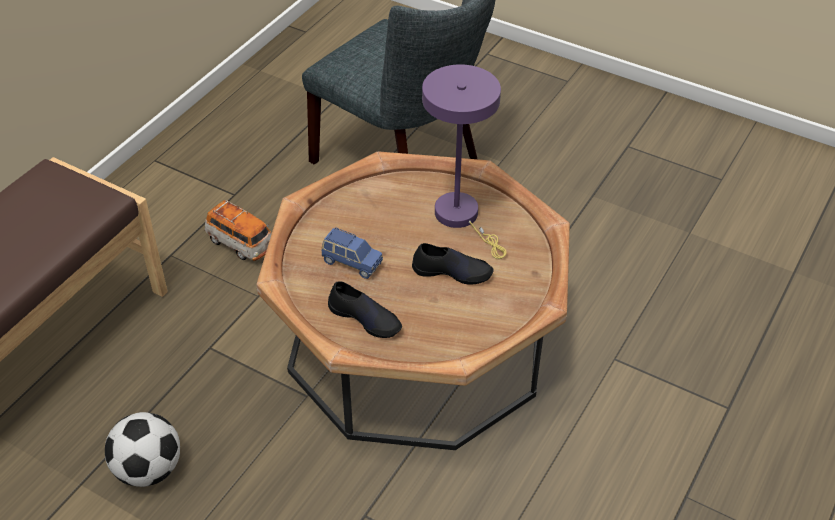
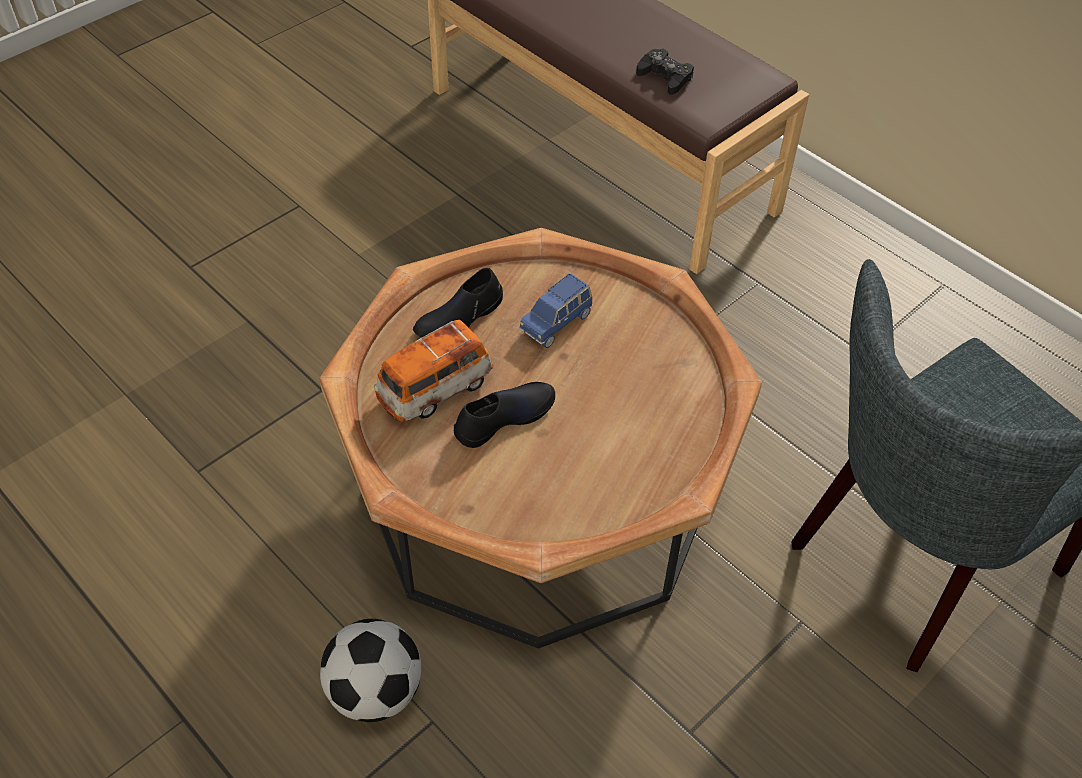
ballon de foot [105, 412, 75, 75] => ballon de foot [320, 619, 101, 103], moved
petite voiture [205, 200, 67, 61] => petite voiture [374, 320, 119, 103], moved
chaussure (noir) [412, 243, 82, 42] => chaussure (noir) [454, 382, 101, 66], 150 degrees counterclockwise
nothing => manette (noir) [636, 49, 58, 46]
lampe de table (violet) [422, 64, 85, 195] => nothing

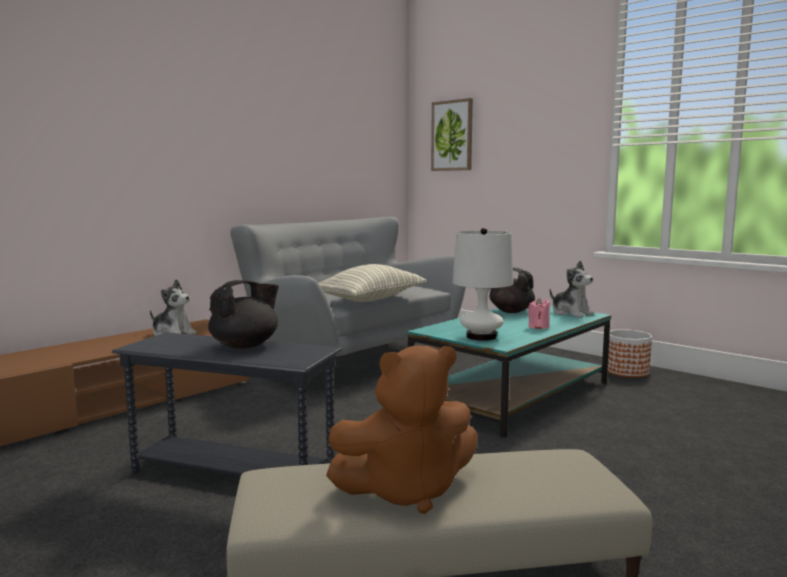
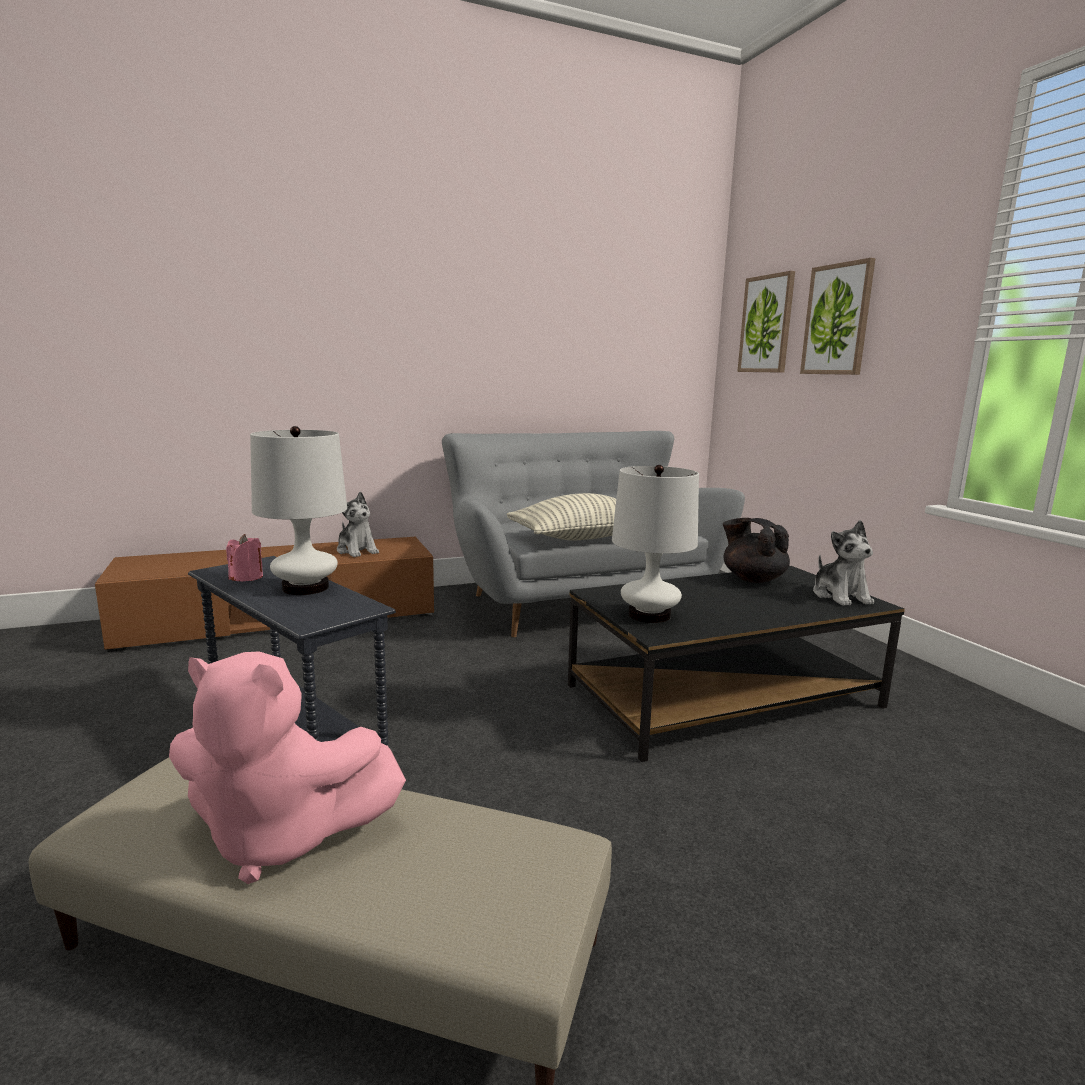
peluche (marron) [326, 345, 152, 169] => peluche (rose) [169, 652, 237, 232]
bougie (rose) [528, 298, 22, 31] => bougie (rose) [226, 534, 37, 47], moved
théière (noir) [208, 280, 71, 69] => lampe de table (blanc) [250, 426, 97, 169]
table basse (turquoise) [407, 306, 204, 132] => table basse (noir) [568, 566, 337, 196]
nothing => tableau [800, 258, 76, 117]
cache-pot [607, 329, 45, 49] => nothing

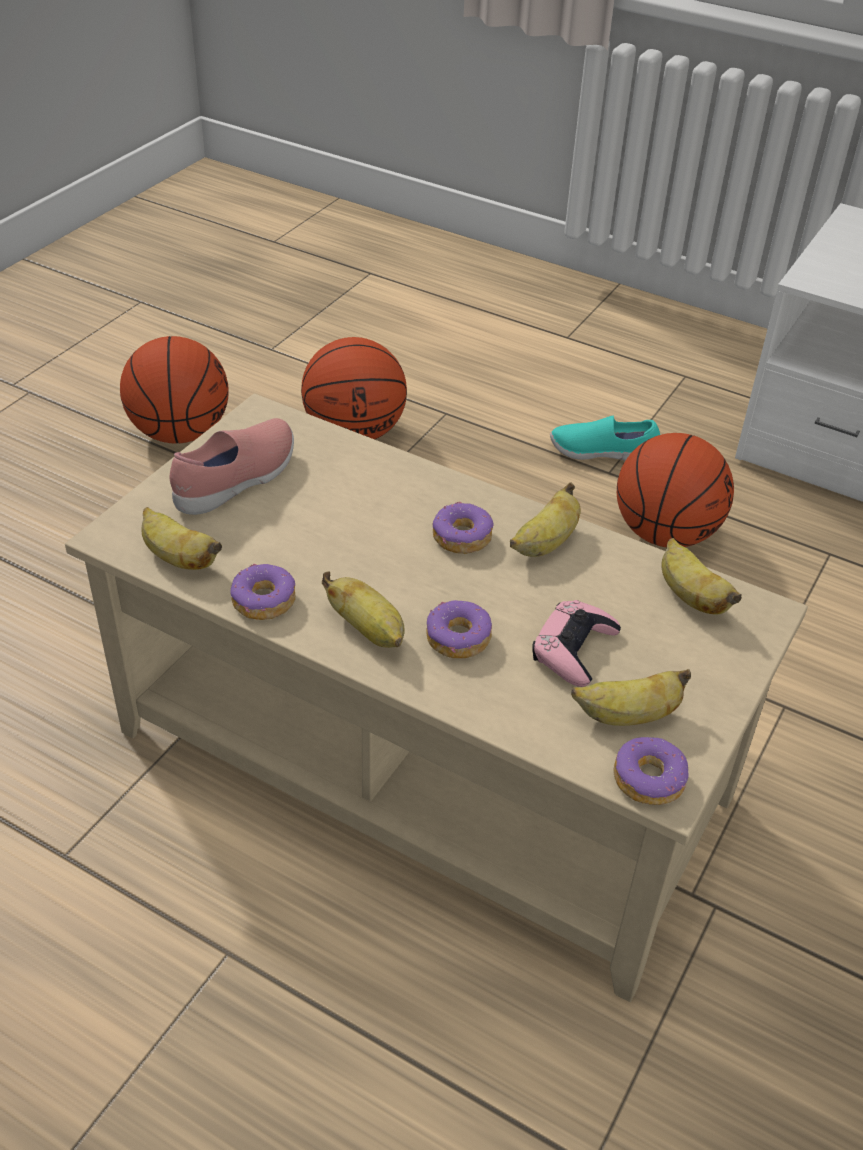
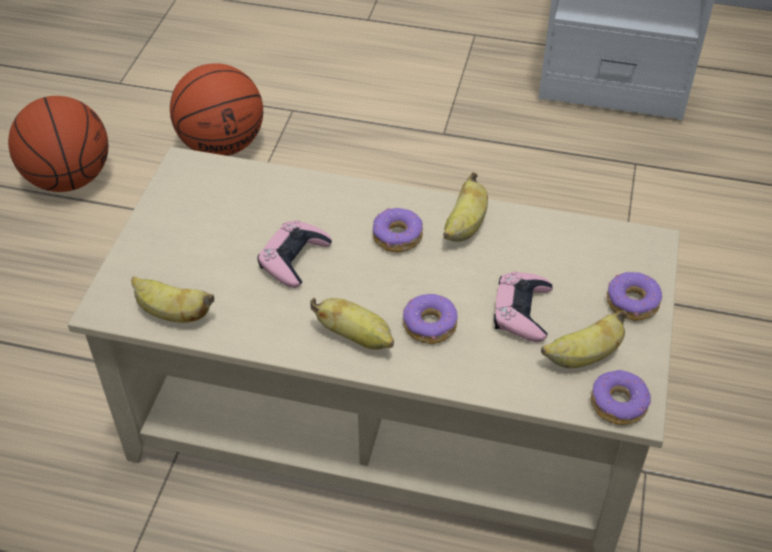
nothing => manette (rose) [257, 220, 75, 68]
beignet [230, 564, 66, 56] => beignet [607, 272, 55, 49], moved
chaussure (rose) [170, 418, 124, 97] => nothing
chaussure (turquoise) [550, 416, 110, 45] => nothing
ballon de basket [617, 433, 117, 114] => nothing
banane [661, 538, 81, 76] => nothing

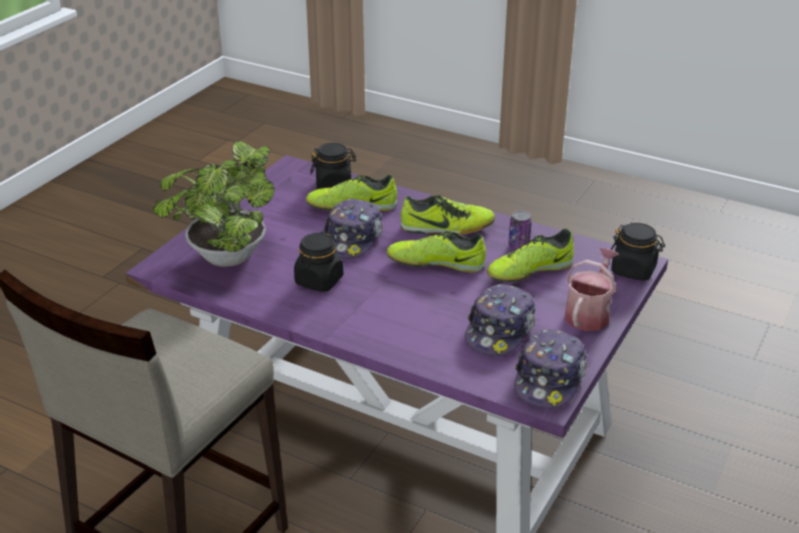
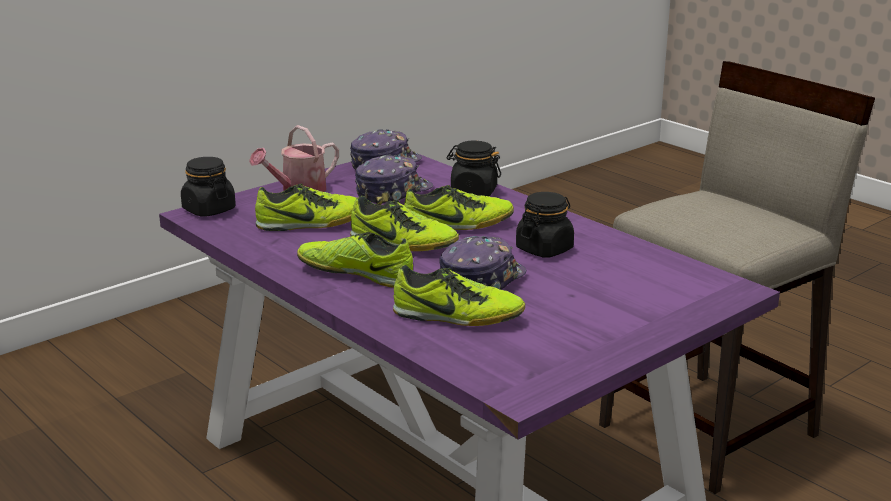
nothing => chaussure [404, 185, 110, 45]
bocal (noir) [310, 143, 46, 46] => bocal (noir) [446, 141, 55, 55], moved
plante en pot [153, 141, 122, 126] => nothing
boîte métallique [508, 211, 24, 39] => nothing

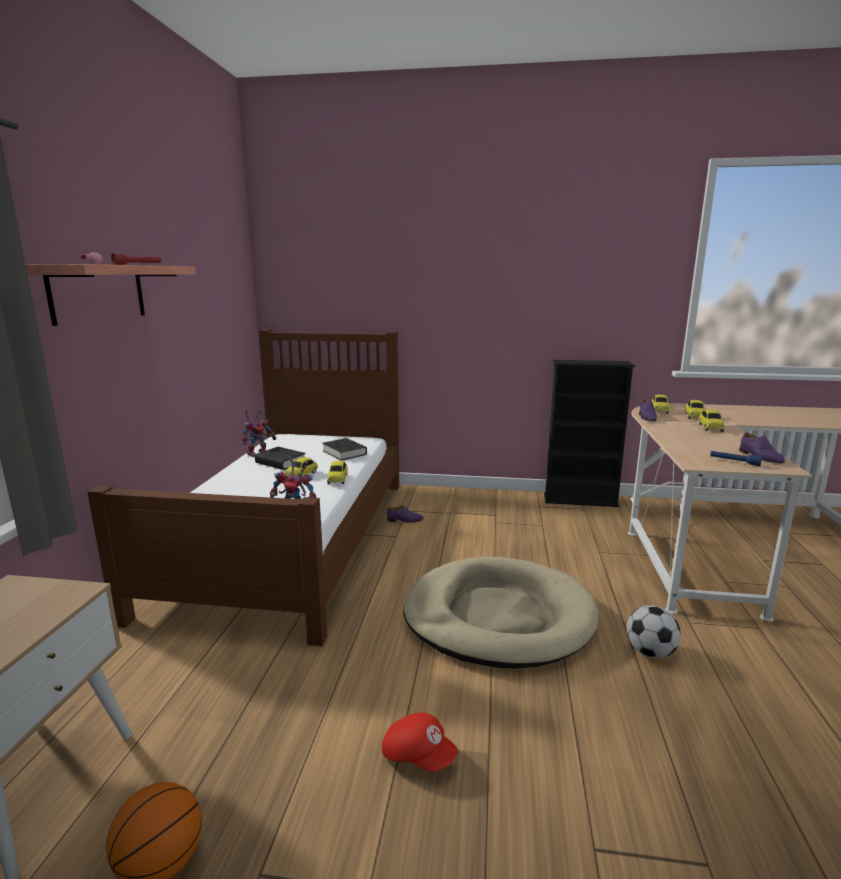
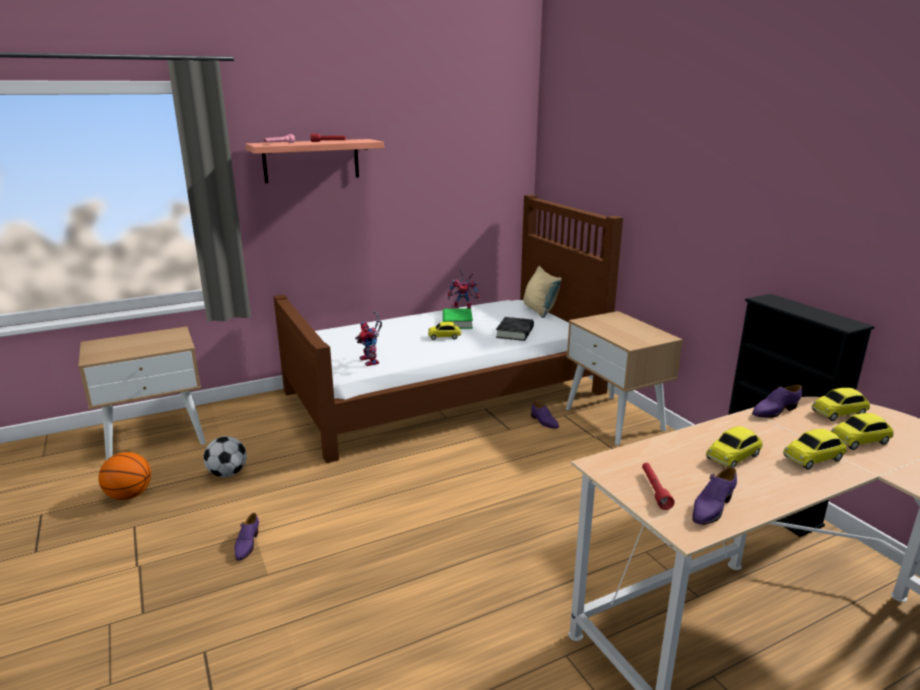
ballon de foot [627, 605, 54, 53] => ballon de foot [203, 436, 44, 41], moved
casquette (rouge) [382, 712, 76, 60] => chaussure (violet) [234, 513, 25, 48]
livre (noir) [255, 447, 51, 23] => livre (vert) [443, 308, 30, 21]
nothing => coussin (beige) [523, 266, 39, 52]
nothing => table de chevet (beige) [566, 311, 117, 134]
lampe de poche (bleu) [710, 451, 52, 15] => lampe de poche (rouge) [642, 463, 33, 47]
petite voiture [327, 461, 21, 23] => petite voiture [706, 426, 56, 42], moved
panier pour chien (beige) [403, 557, 195, 112] => nothing

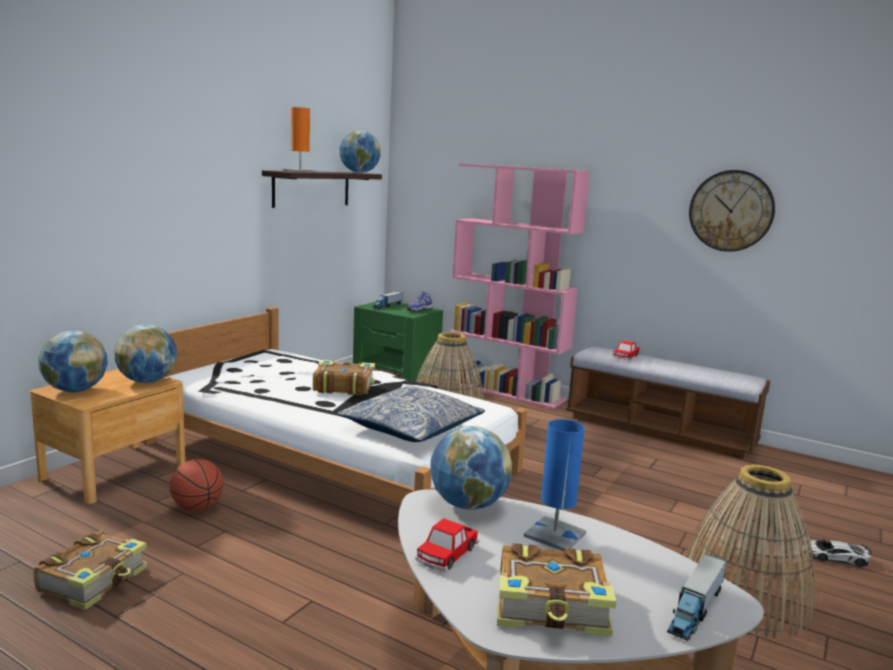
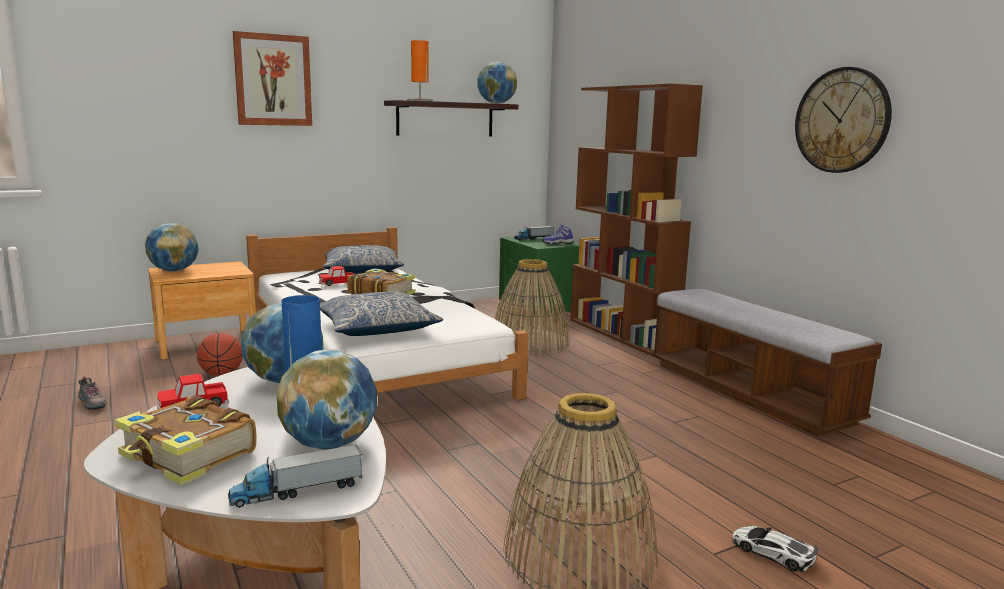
livre [34, 531, 114, 79] => chaussure [78, 376, 29, 34]
nothing => tableau [233, 31, 79, 95]
globe [114, 325, 63, 58] => globe [277, 349, 100, 101], moved
petite voiture [612, 340, 28, 20] => petite voiture [319, 266, 35, 20], moved
nothing => coussin [323, 245, 81, 29]
bibliothèque (rose) [449, 163, 141, 246] => bibliothèque (marron) [570, 84, 133, 272]

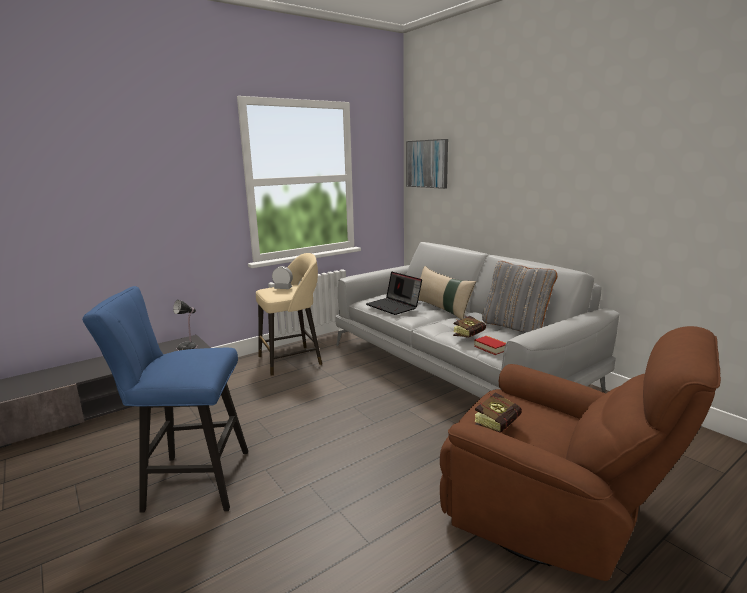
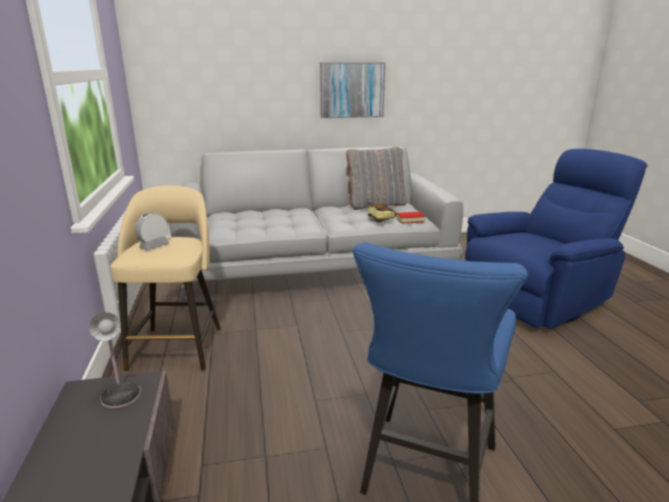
tableau [406, 139, 42, 50] => tableau [320, 62, 65, 56], moved
fauteuil (marron) [440, 326, 281, 255] => fauteuil (bleu) [465, 149, 183, 180]
ordinateur portable [366, 271, 56, 44] => nothing
coussin (beige) [418, 266, 58, 54] => nothing
livre [475, 392, 47, 41] => nothing

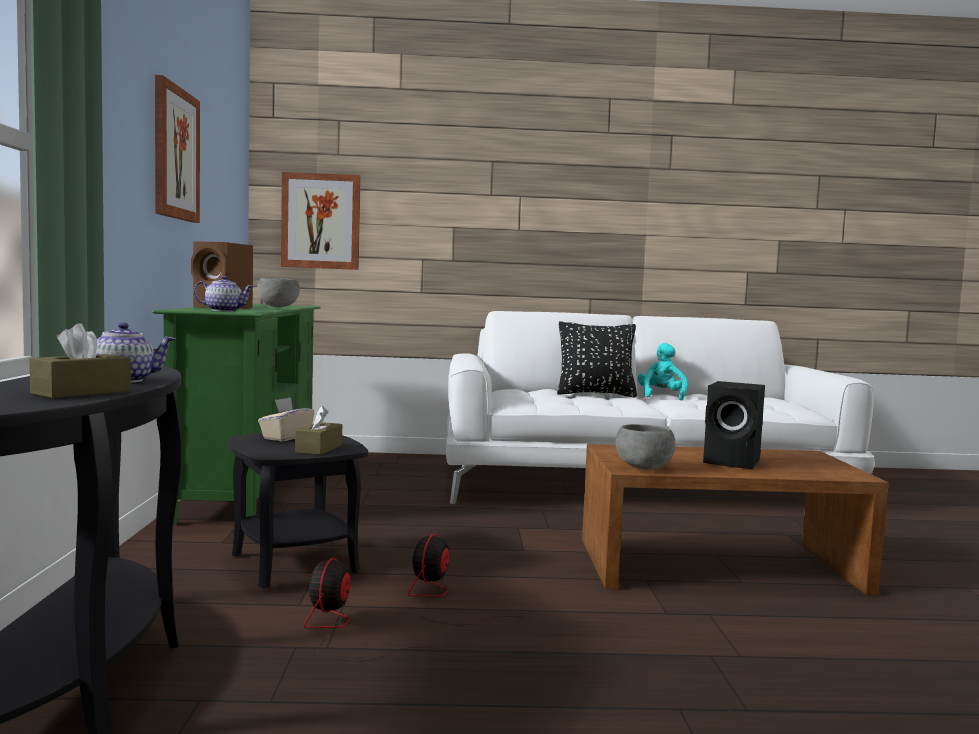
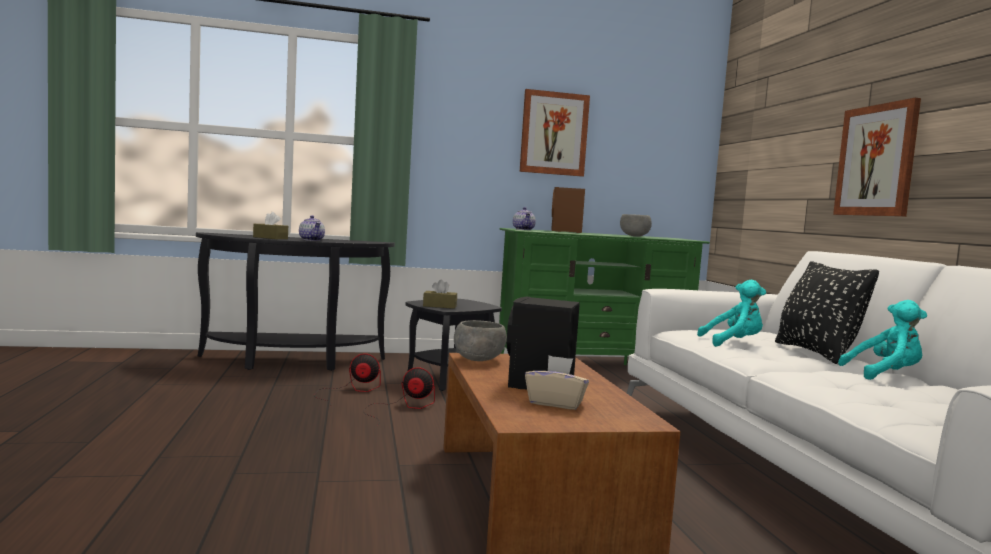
boîte à mouchoirs (beige) [258, 397, 57, 44] => boîte à mouchoirs (beige) [525, 355, 64, 55], moved
nothing => peluche (turquoise) [697, 280, 69, 67]
tableau [281, 172, 80, 98] => tableau [833, 98, 88, 119], moved

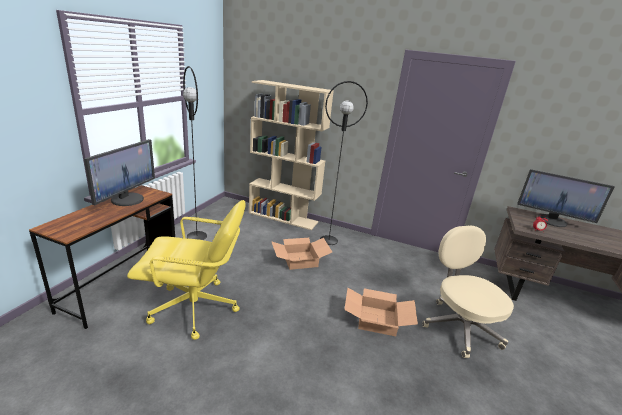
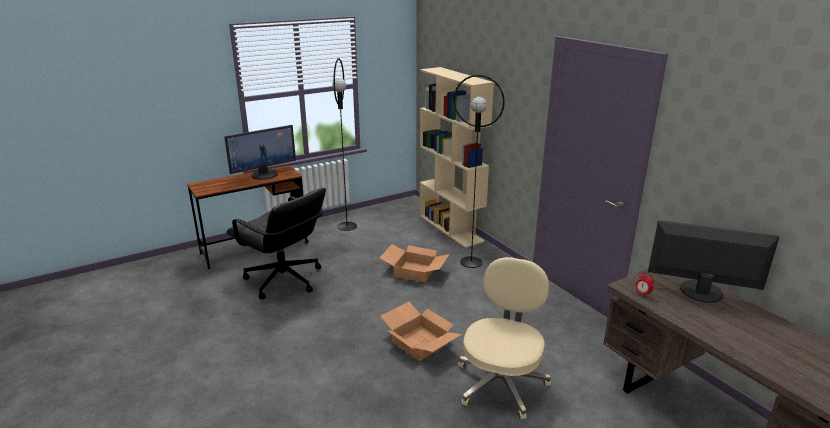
chaise de bureau (jaune) [127, 200, 119, 140] => chaise de bureau (noir) [226, 188, 100, 111]
écran d'ordinateur [517, 169, 98, 58] => écran d'ordinateur [648, 220, 132, 83], 135 degrees clockwise

